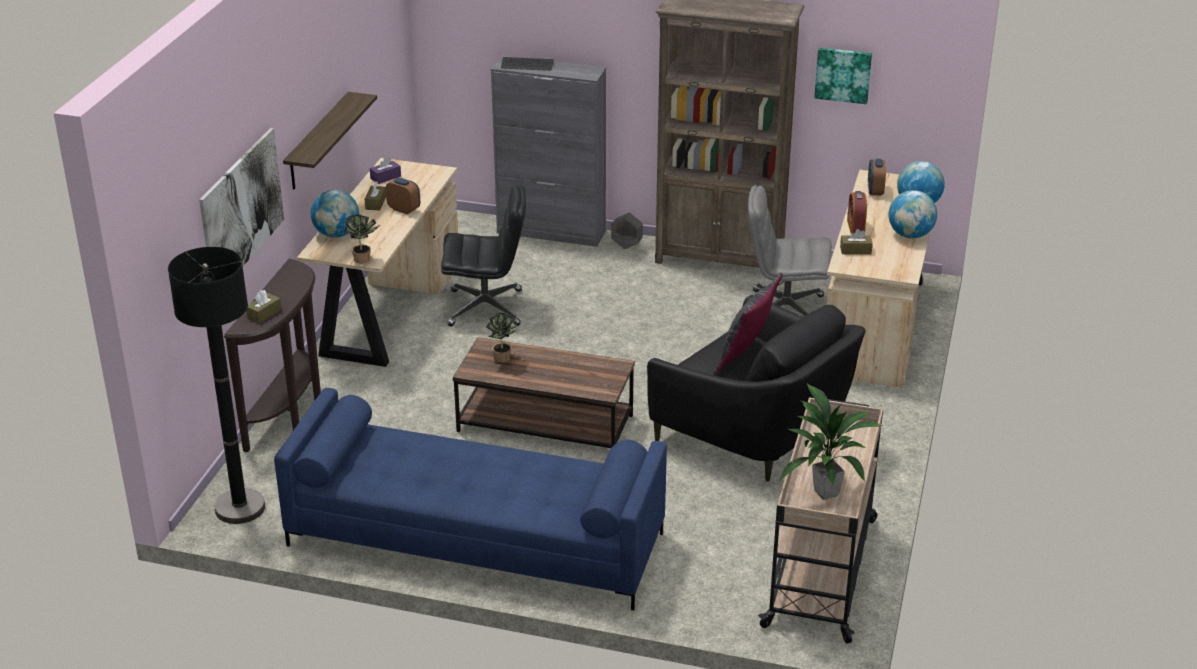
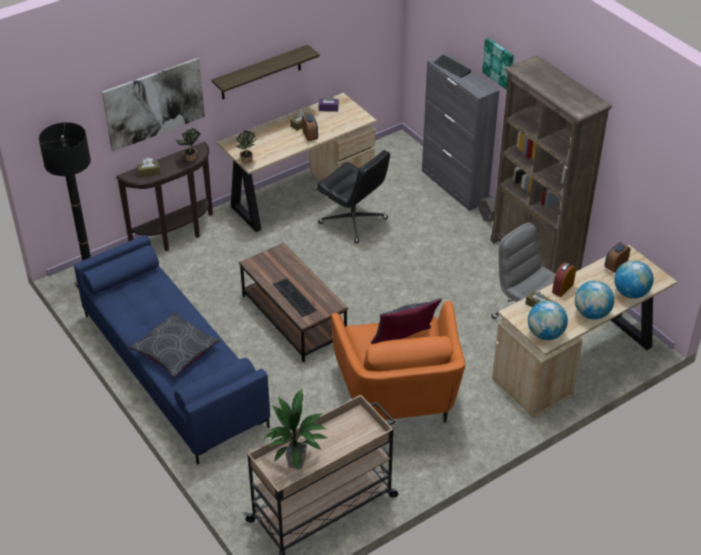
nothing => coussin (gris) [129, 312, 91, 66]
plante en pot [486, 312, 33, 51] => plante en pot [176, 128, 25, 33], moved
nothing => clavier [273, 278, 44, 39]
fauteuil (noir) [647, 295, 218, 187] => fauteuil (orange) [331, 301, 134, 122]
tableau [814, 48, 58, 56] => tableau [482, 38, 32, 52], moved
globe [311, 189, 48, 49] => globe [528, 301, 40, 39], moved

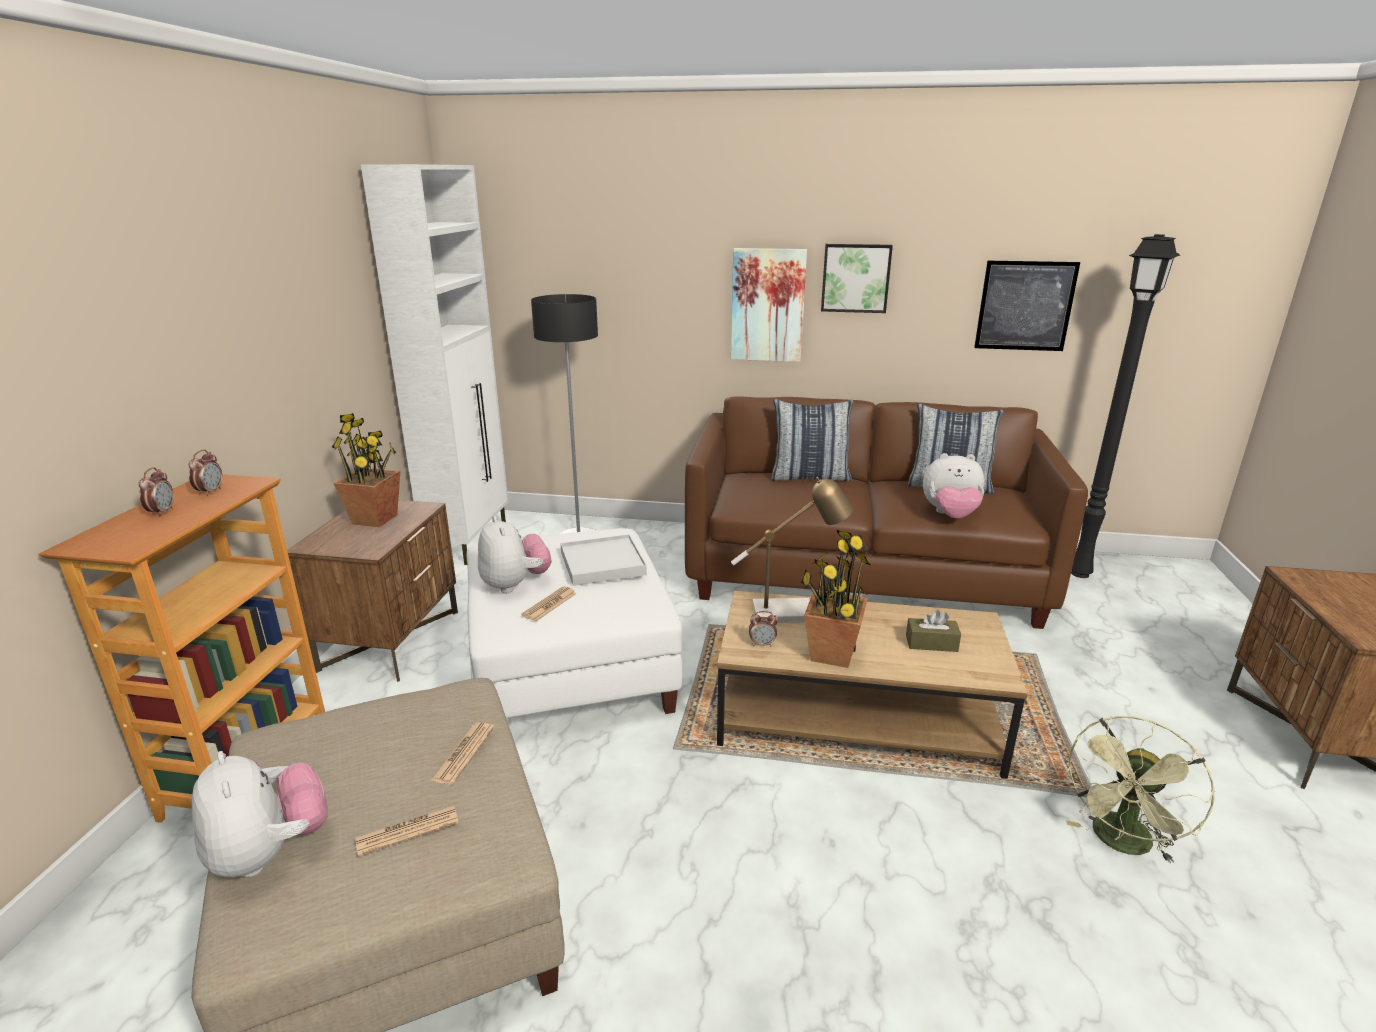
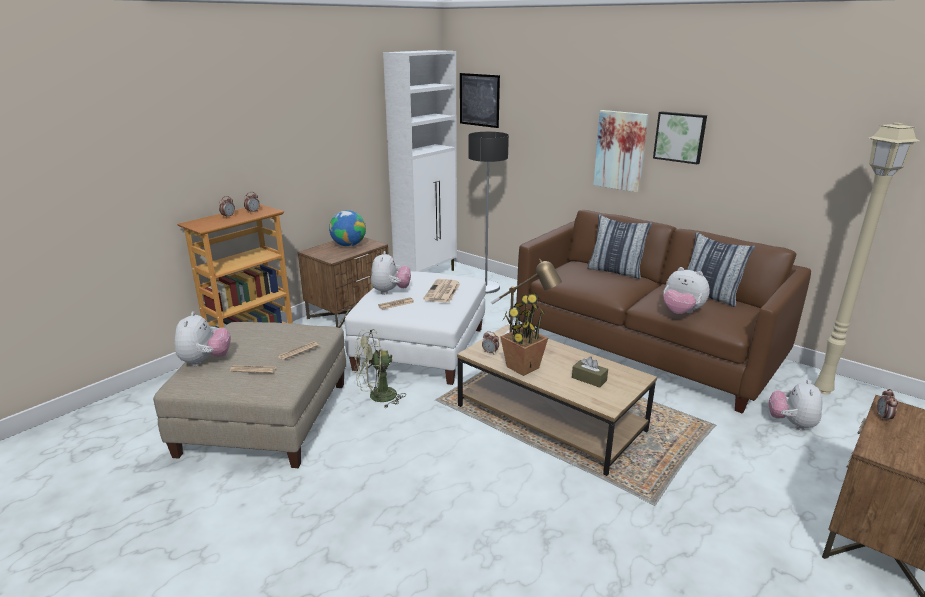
plante en pot [332, 413, 69, 114] => globe [329, 210, 37, 37]
ventilateur (vert) [1064, 716, 151, 148] => ventilateur (vert) [354, 329, 52, 79], moved
plateau (blanc) [560, 534, 87, 52] => journal [423, 279, 38, 24]
tableau [974, 261, 106, 90] => tableau [460, 73, 40, 55], moved
nothing => peluche [769, 380, 53, 51]
lampadaire (noir) [1071, 234, 109, 344] => lampadaire (beige) [814, 123, 105, 272]
nothing => réveil [877, 389, 21, 32]

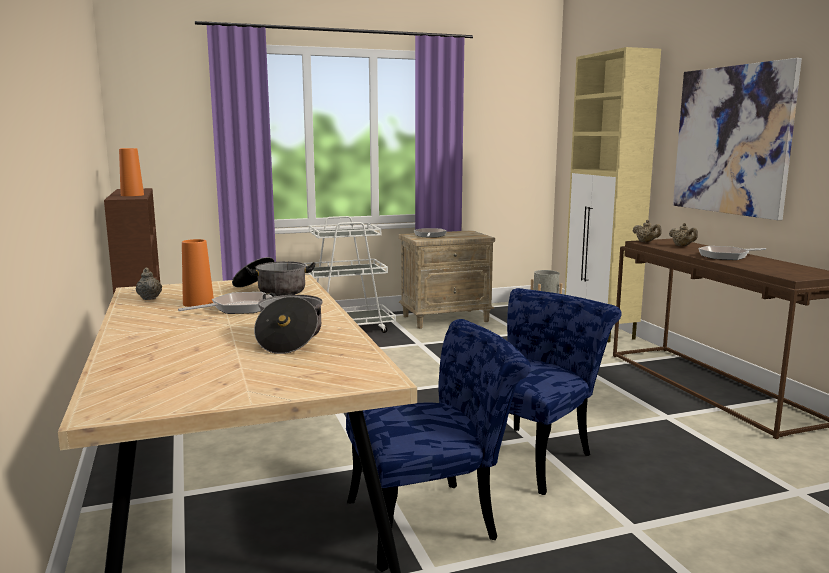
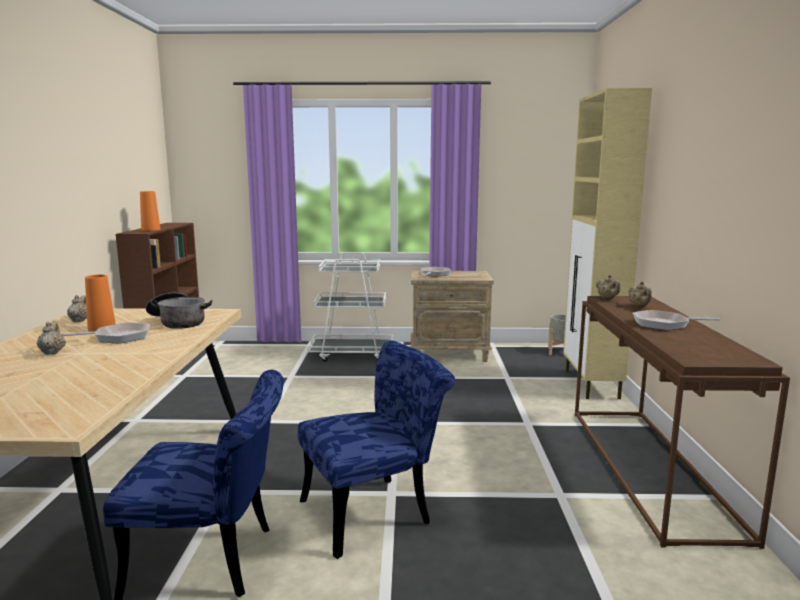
nothing => théière (beige) [37, 322, 29, 33]
marmite [254, 293, 69, 61] => nothing
tableau [673, 58, 129, 162] => nothing

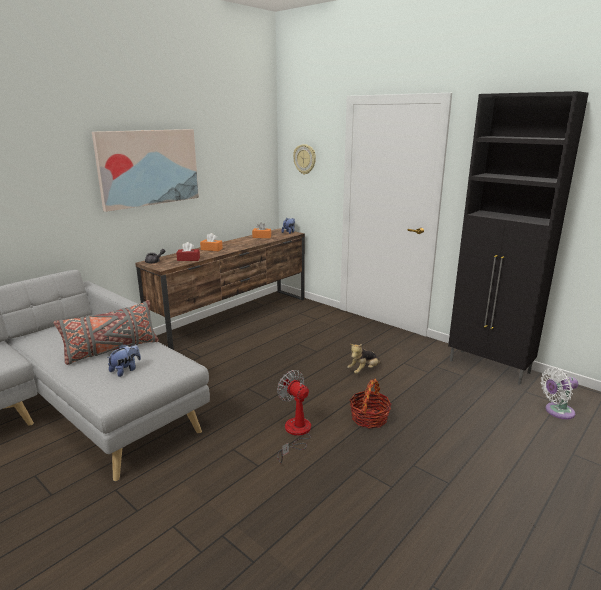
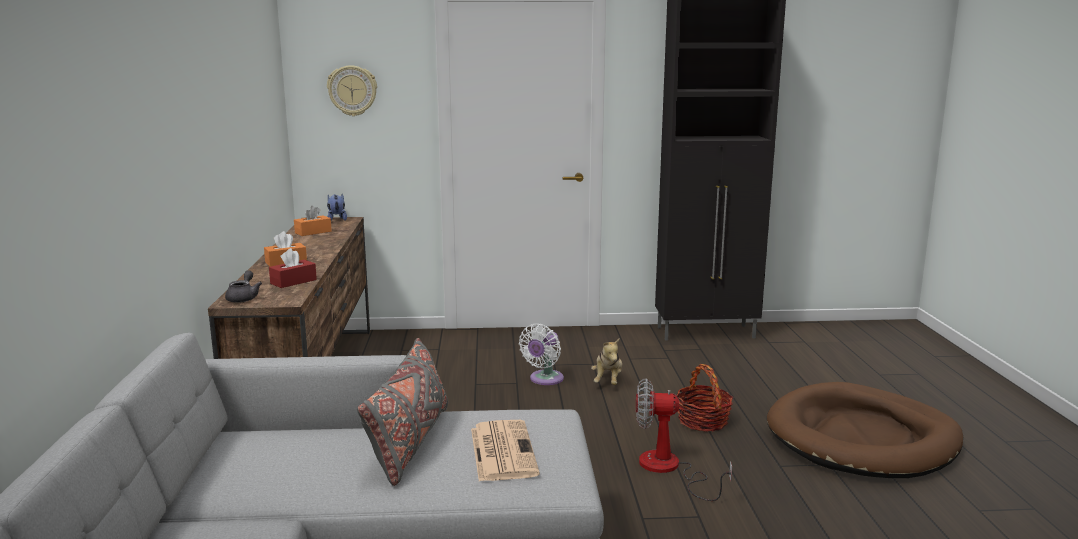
peluche [107, 344, 34, 33] => journal [471, 420, 69, 61]
ventilateur (blanc) [540, 367, 38, 52] => ventilateur (blanc) [519, 324, 45, 61], moved
nothing => panier pour chien (marron) [767, 382, 196, 96]
tableau [92, 129, 107, 83] => nothing

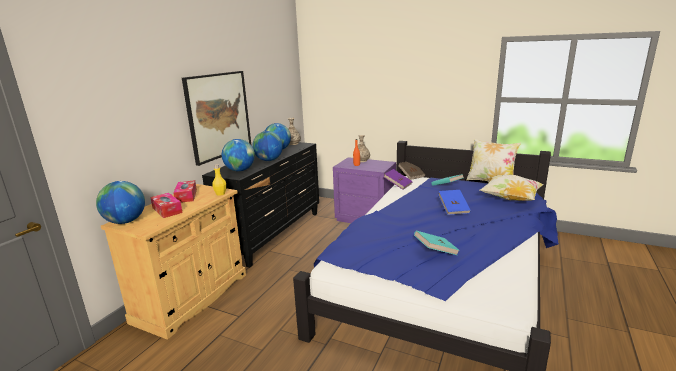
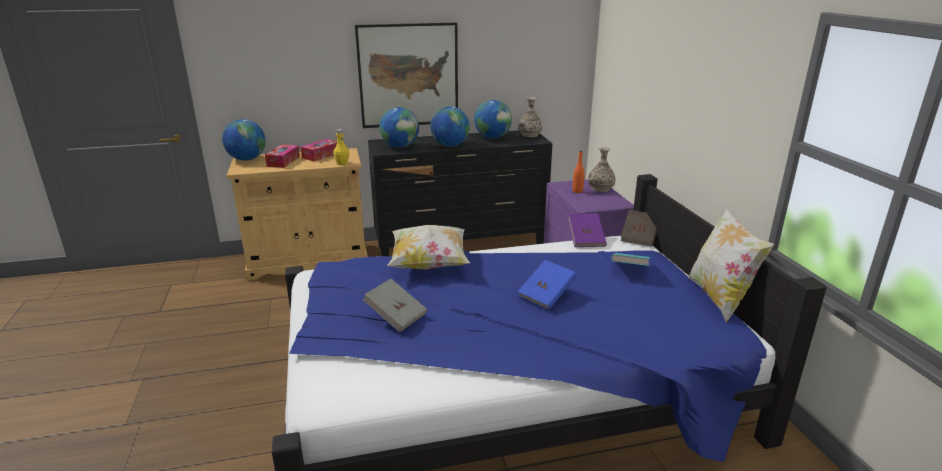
livre (turquoise) [414, 230, 46, 25] => livre (gris) [363, 279, 64, 53]
coussin [480, 175, 64, 26] => coussin [387, 225, 83, 44], moved

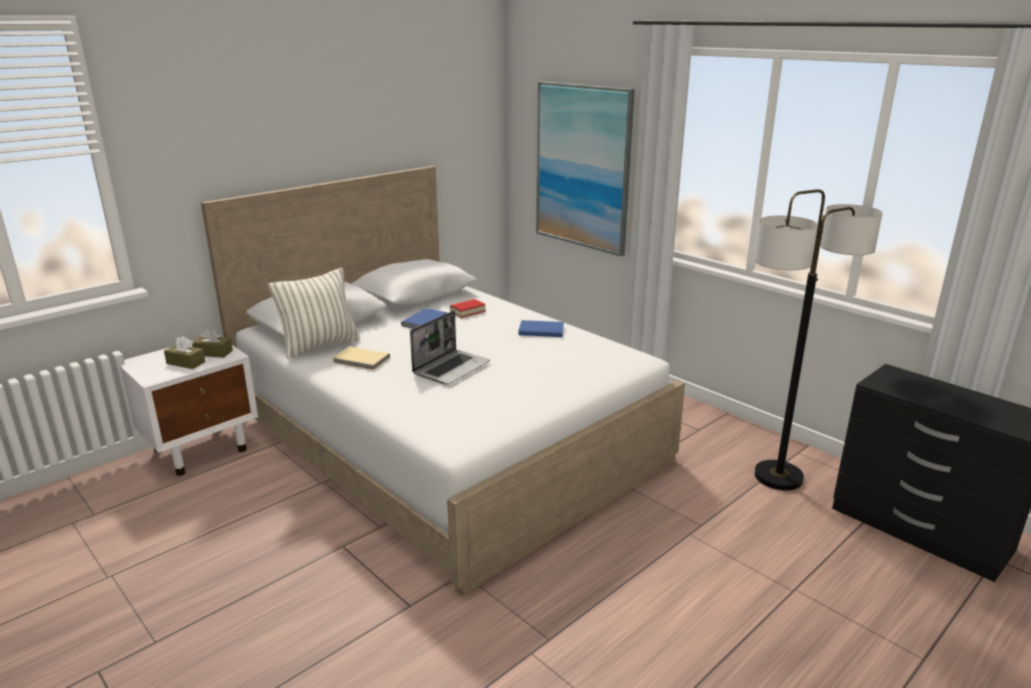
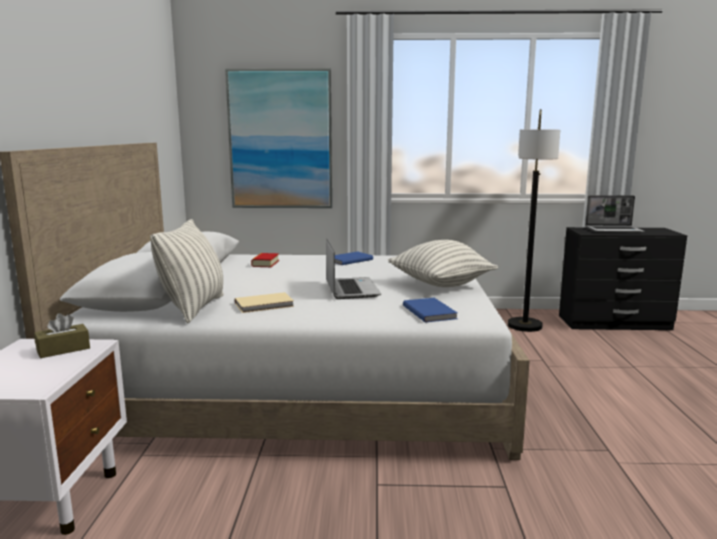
nothing => coussin [388, 240, 110, 47]
livre (bleu) [401, 308, 46, 21] => livre (bleu) [403, 298, 55, 25], moved
nothing => ordinateur portable [585, 195, 60, 38]
boîte à mouchoirs (marron) [164, 336, 41, 33] => nothing

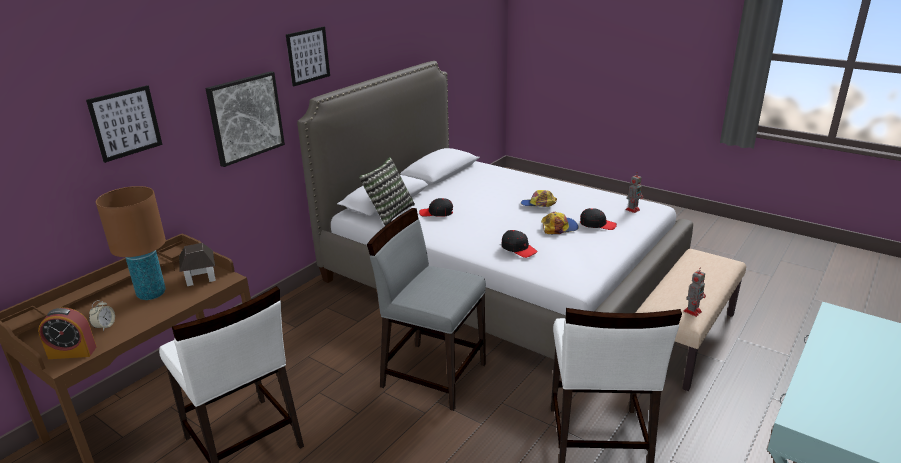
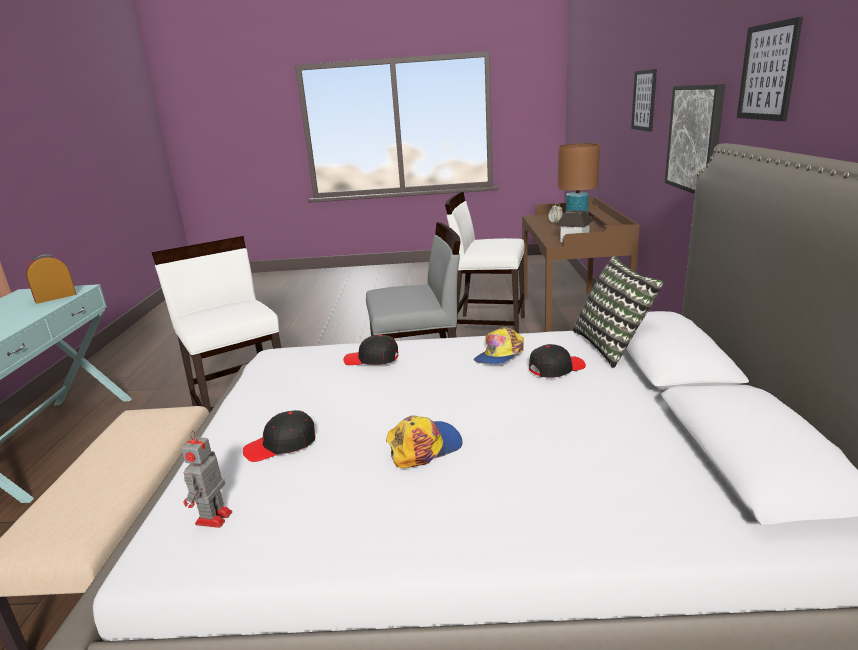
réveil [38, 308, 59, 51] => réveil [26, 254, 51, 50], moved
casquette [541, 212, 37, 22] => casquette [474, 327, 50, 37], moved
robot jouet [684, 268, 22, 49] => nothing

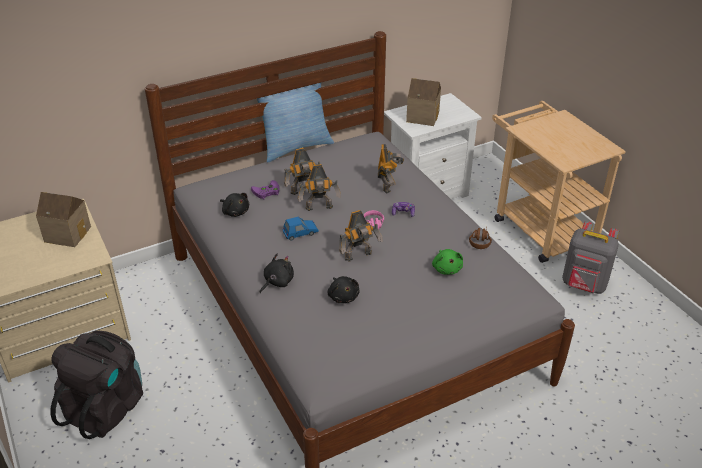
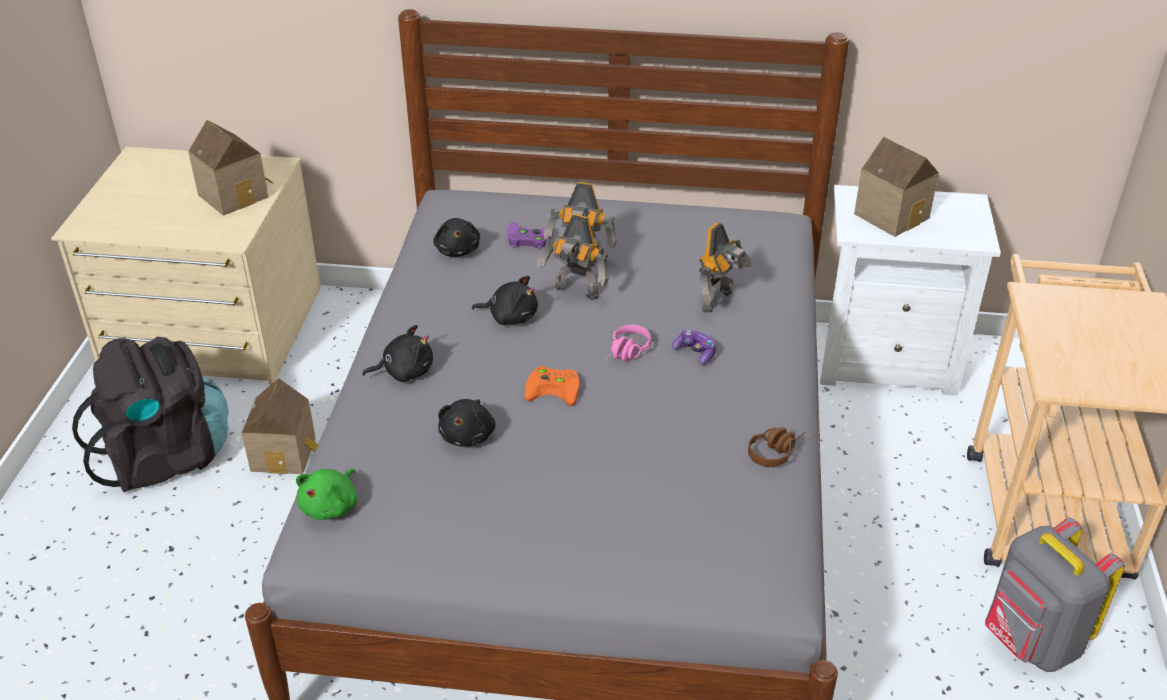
nothing => maison miniature [241, 378, 77, 96]
peluche (vert) [432, 249, 31, 26] => peluche (vert) [296, 469, 61, 51], moved
petite voiture (bleu) [283, 217, 36, 24] => peluche (noir) [472, 276, 66, 49]
robot jouet [339, 210, 44, 52] => manette (orange) [524, 366, 55, 40]
coussin [257, 83, 77, 80] => nothing

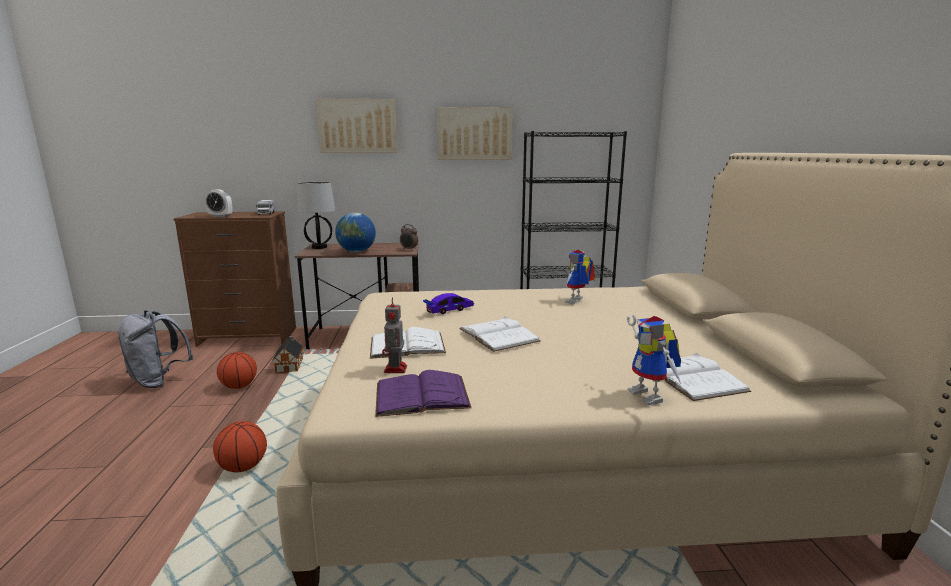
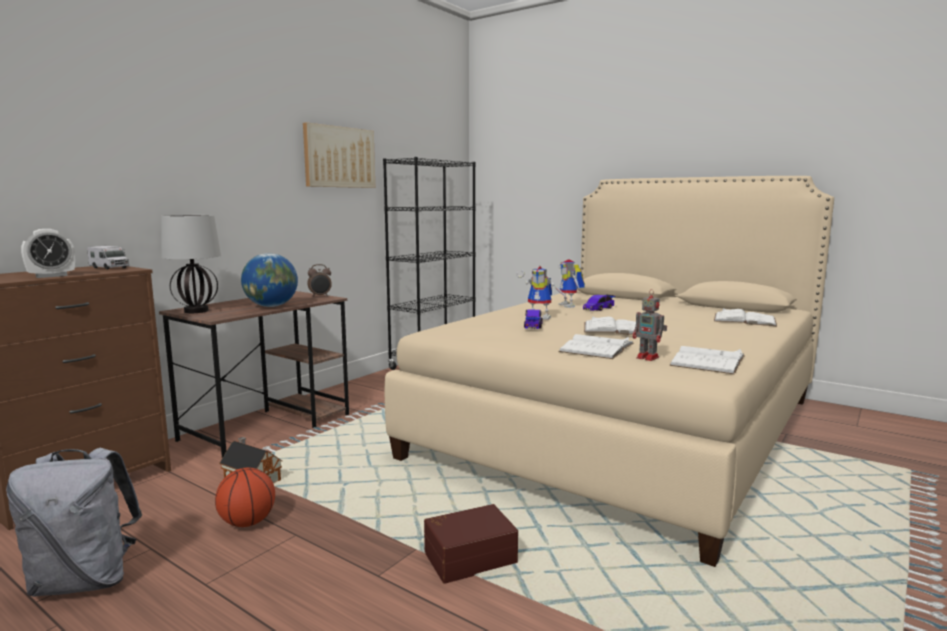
ballon de basket [213, 421, 54, 51] => boîte de rangement (marron) [424, 504, 94, 80]
robot jouet [627, 315, 54, 90] => robot jouet [516, 266, 50, 54], moved
nothing => petite voiture [583, 295, 33, 16]
livre (violet) [375, 370, 96, 47] => livre (blanc) [669, 346, 76, 28]
tableau [316, 98, 81, 55] => nothing

